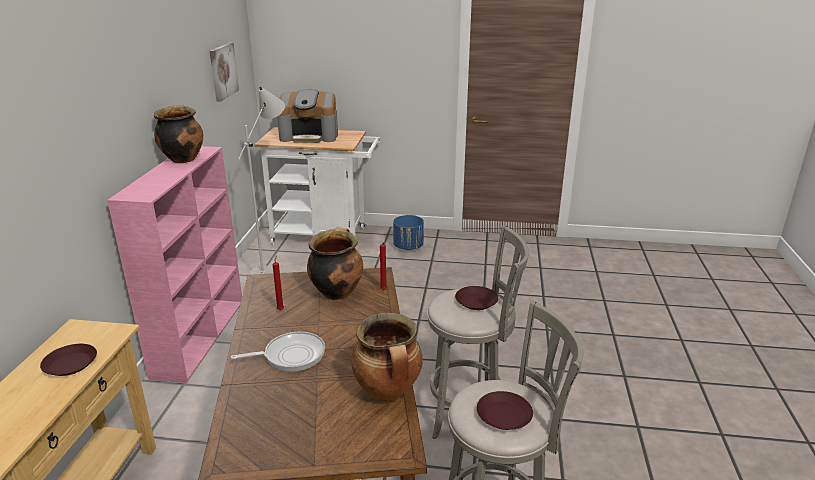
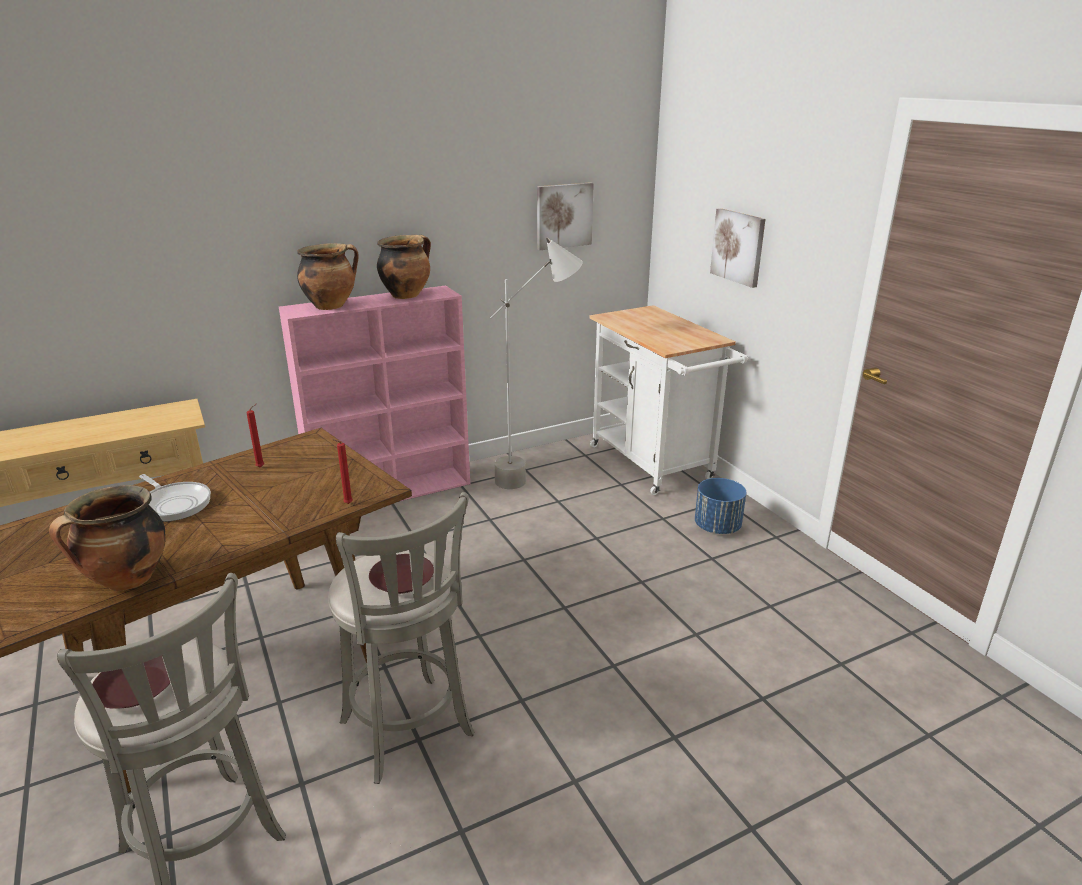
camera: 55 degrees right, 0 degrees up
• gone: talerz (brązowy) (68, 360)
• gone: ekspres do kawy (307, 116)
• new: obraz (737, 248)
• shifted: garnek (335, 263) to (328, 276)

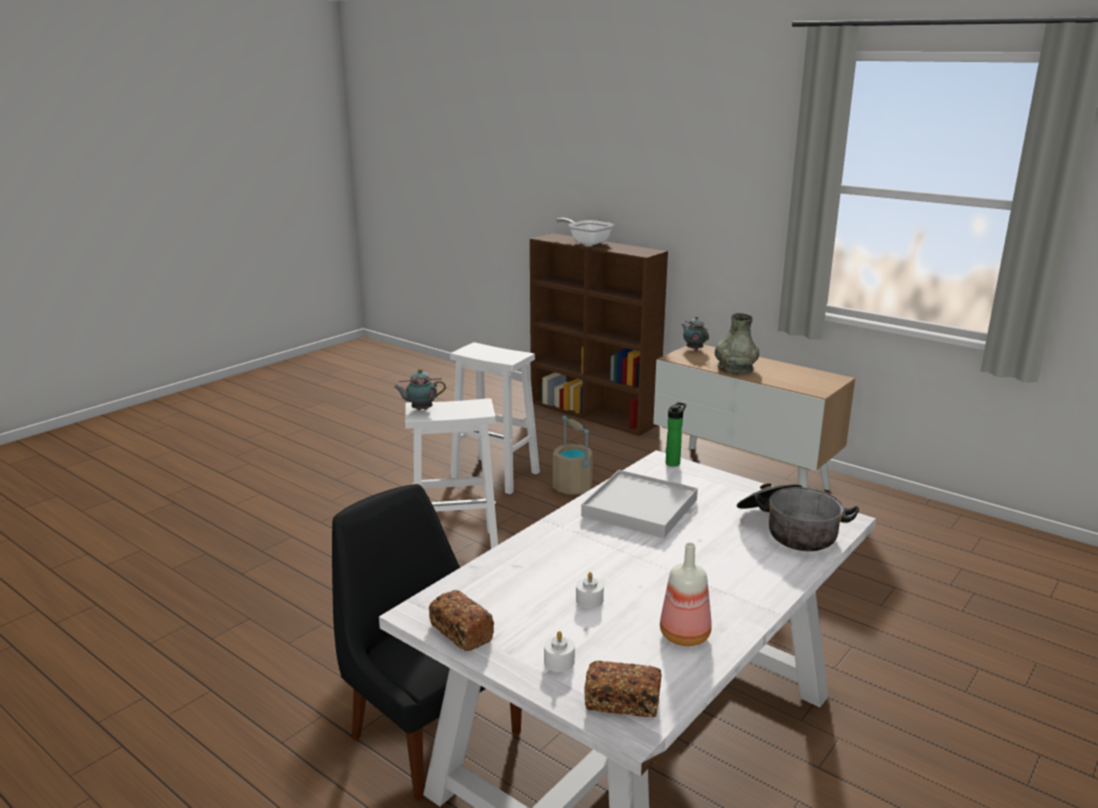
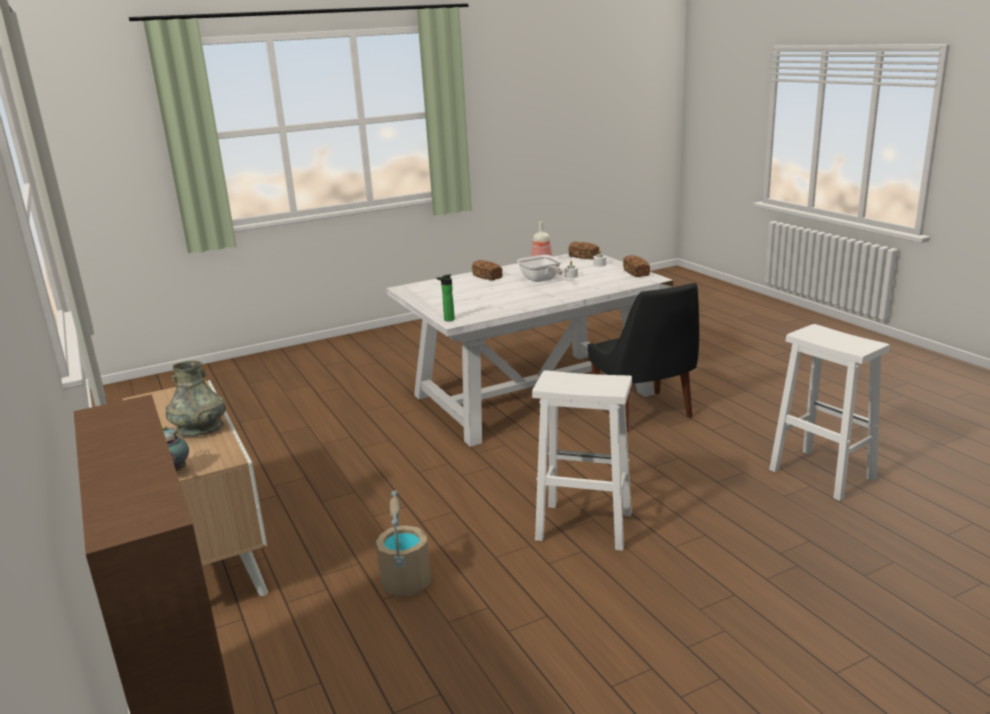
camera: 155 degrees left, 0 degrees up
• gone: imbryk (420, 389)
• gone: taca (biały) (639, 504)
• gone: garnek (797, 517)
• new: chleb (487, 270)
• shifted: stołek (biały) (495, 418) to (829, 412)
• shifted: patelnia (585, 231) to (540, 268)

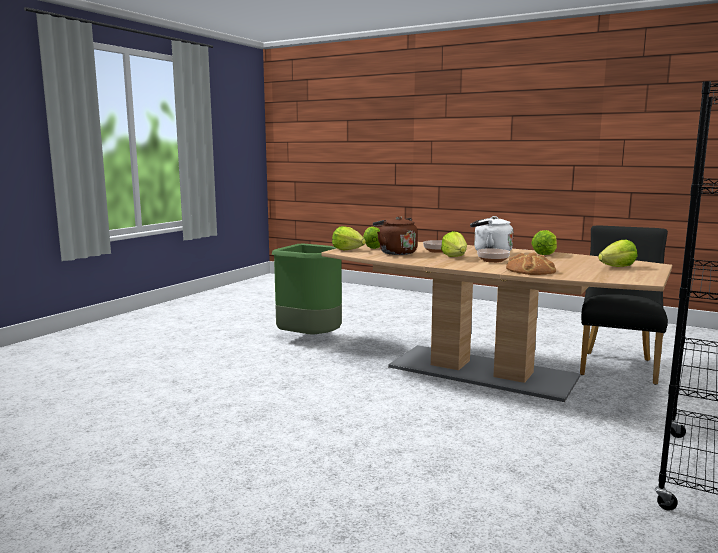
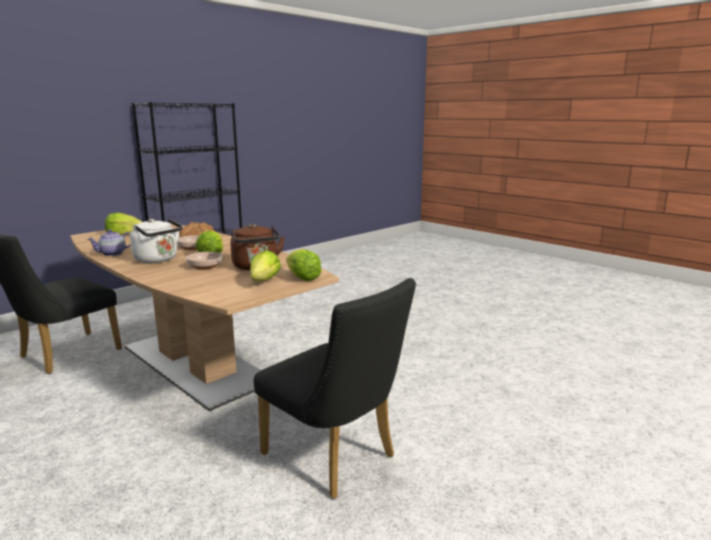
camera: 165 degrees left, 5 degrees up
• swapped: kosz na śmieci (zielony) (307, 288) to krzesło (czarny) (335, 388)
• swapped: sałata (544, 242) to imbryk (109, 242)

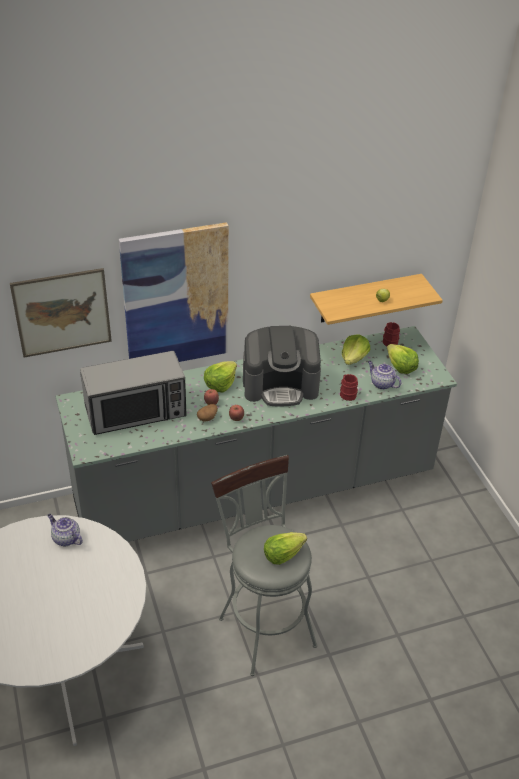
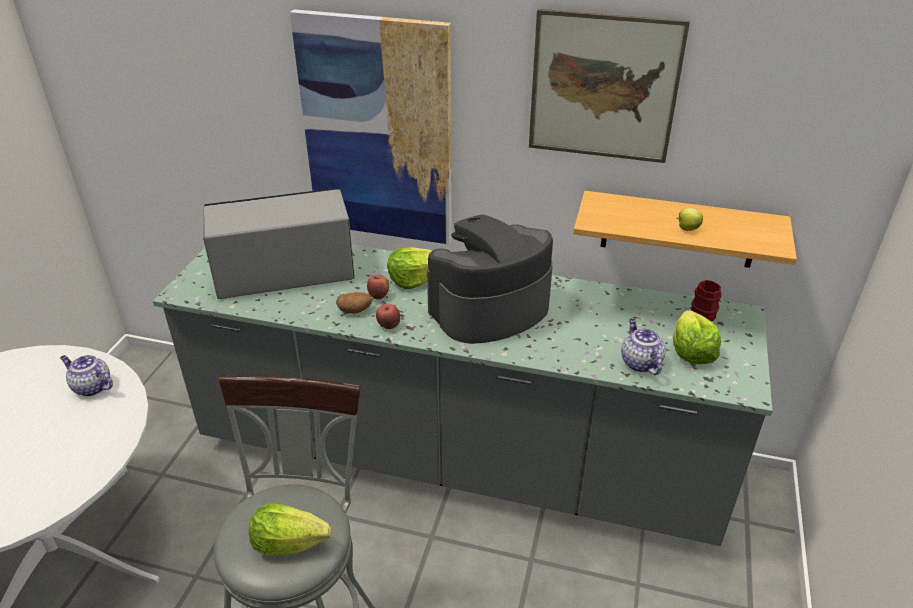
camera: 35 degrees right, 5 degrees down
• gone: kubek (czerwony) (349, 387)
• gone: sałata (356, 350)
• shifted: obraz (61, 312) to (609, 86)
• rotated: imbryk (64, 530) = (86, 376) 45 degrees counterclockwise
• rotated: mikrofalówka (133, 393) = (279, 243) 150 degrees clockwise
• rotated: ekspres do kawy (282, 366) = (490, 279) 120 degrees clockwise

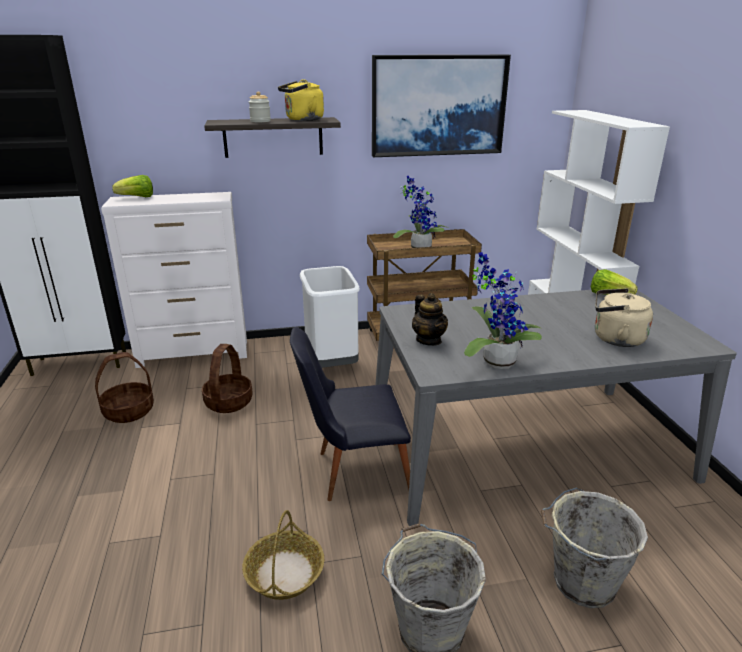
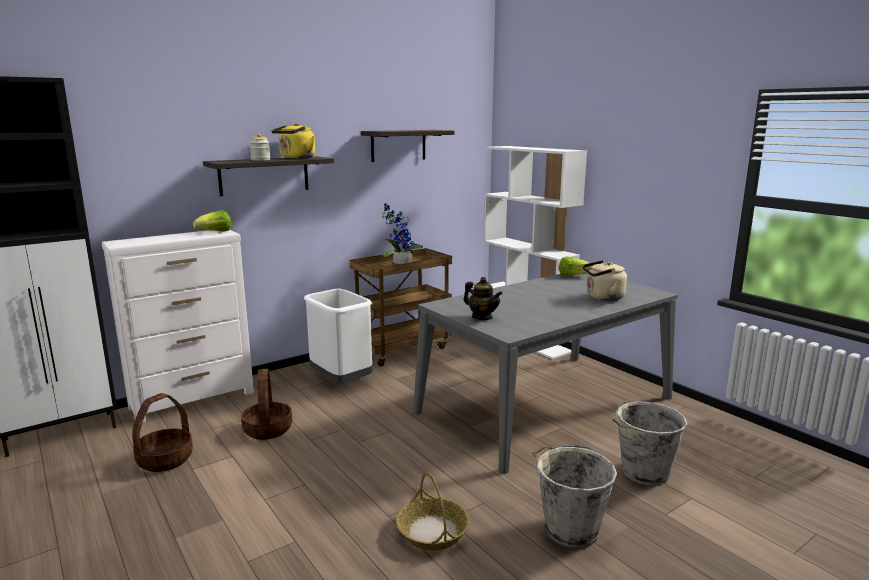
camera: 25 degrees left, 10 degrees down
• gone: krzesło (czarny) (350, 414)
• gone: roślina doniczkowa (503, 310)
• shifted: sałata (132, 186) to (212, 221)
• swapped: obraz (441, 106) to półka (407, 146)

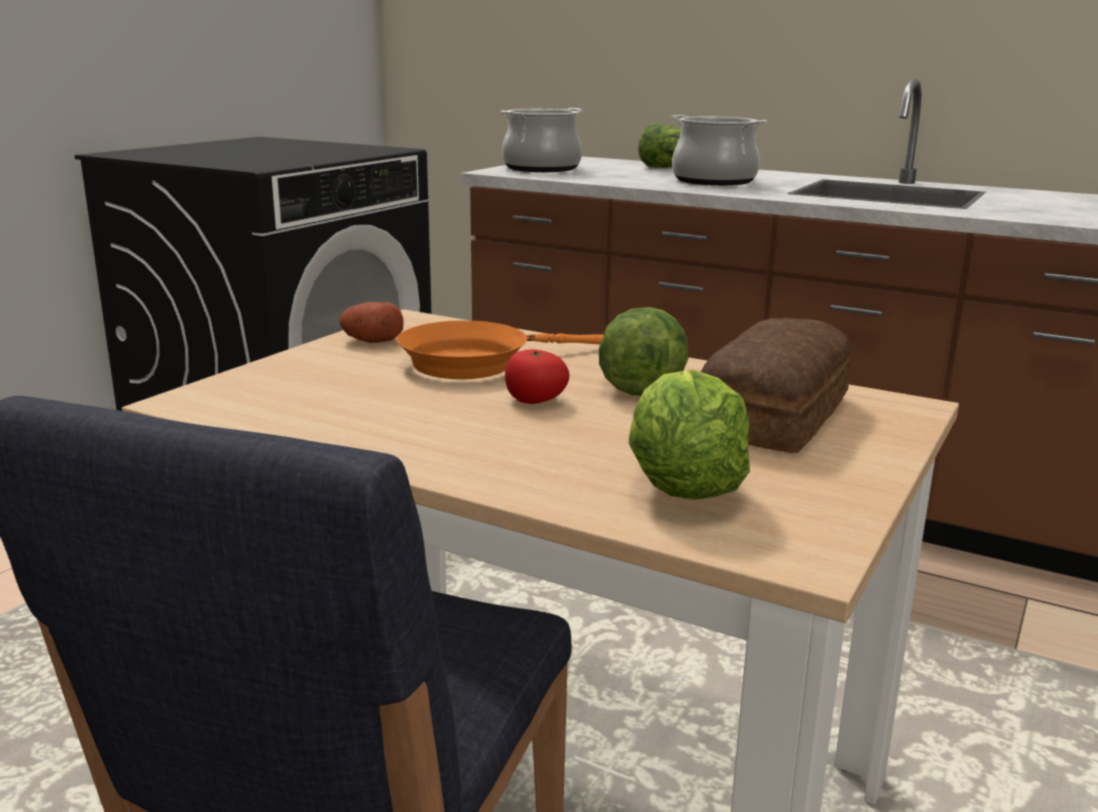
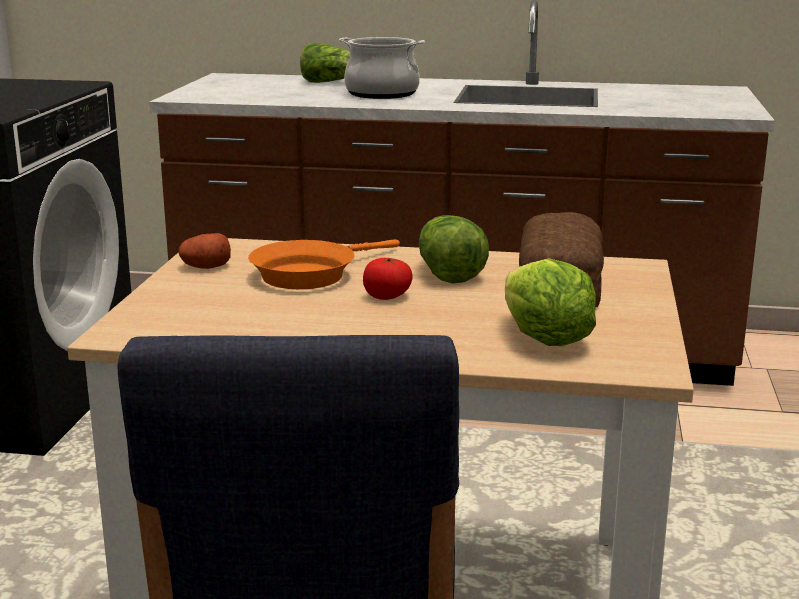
camera: 20 degrees left, 0 degrees up
• gone: garnek (542, 140)

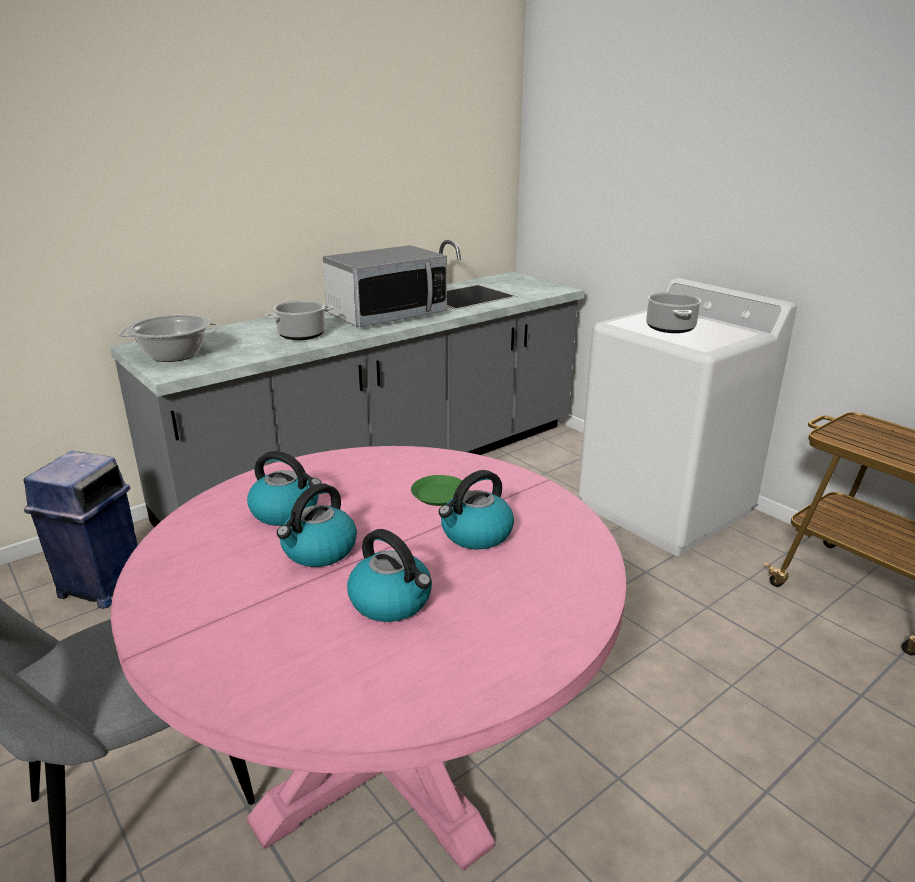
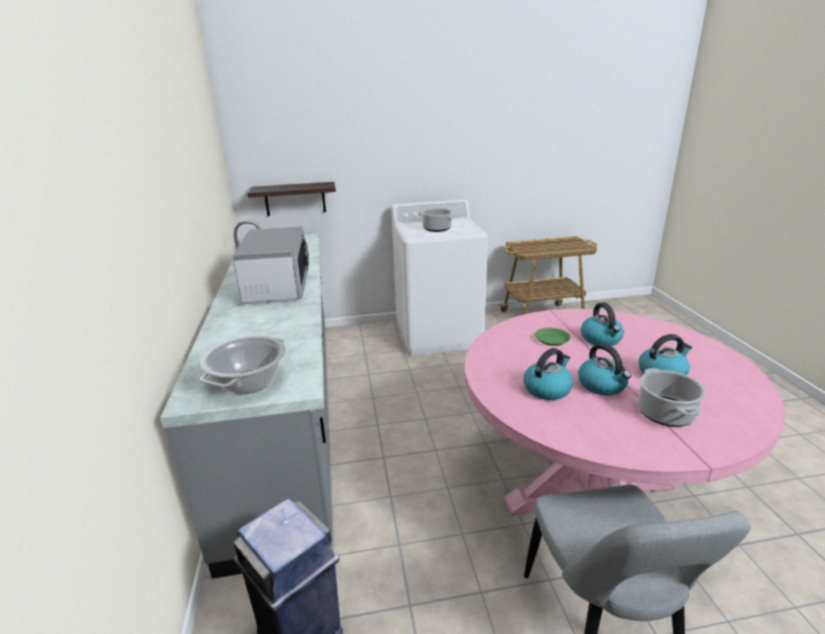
camera: 60 degrees left, 0 degrees up
• new: półka (292, 199)
• shifted: garnek (299, 320) to (671, 397)

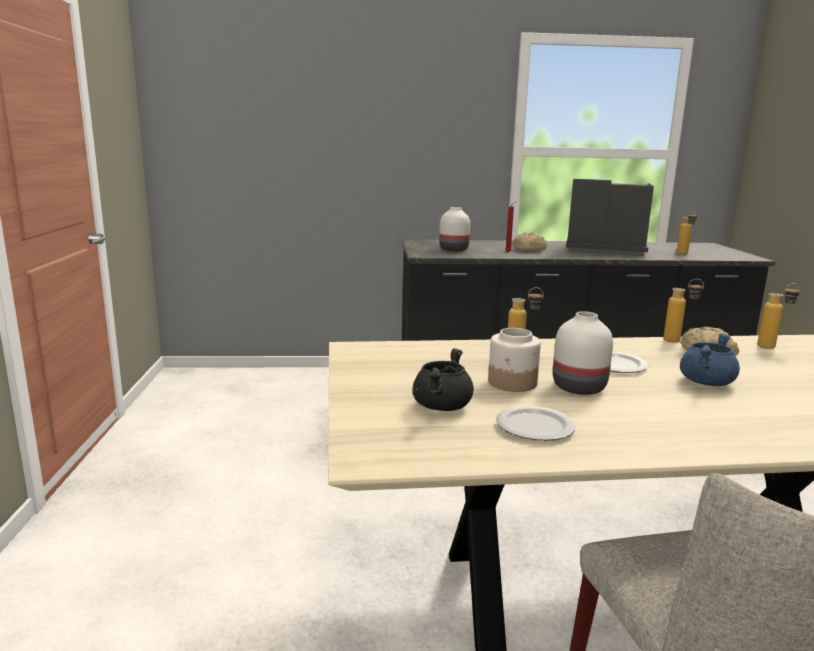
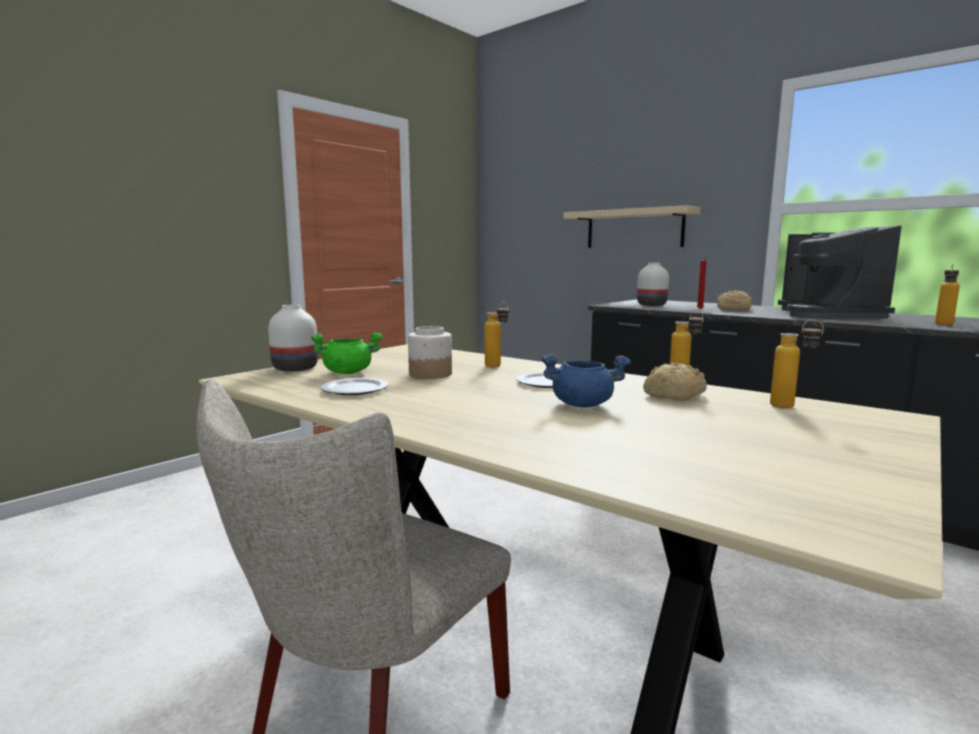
camera: 45 degrees right, 5 degrees down
• new: półka (beżowy) (631, 226)
• shifted: wazon (biały) (583, 353) to (293, 338)
• repainted: garnek (czarny) (443, 379) to garnek (zielony) (347, 353)
• rotated: ekspres do kawy (610, 217) = (839, 272) 150 degrees counterclockwise

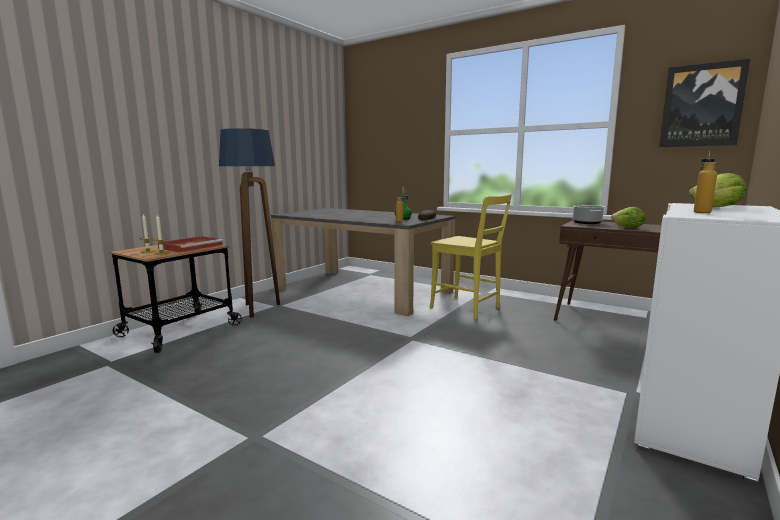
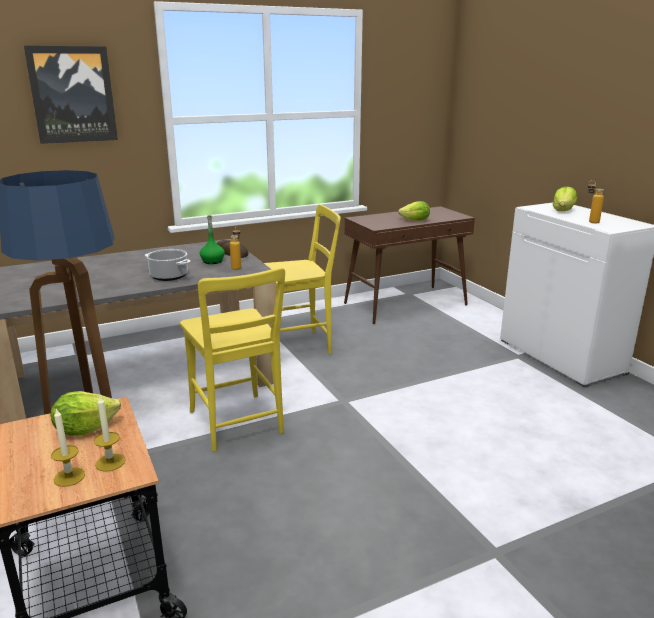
camera: 60 degrees left, 10 degrees up
• new: krzesło (żółty) (232, 359)
• shifted: garnek (588, 214) to (168, 265)
• shifted: obraz (704, 103) to (71, 95)
• swapped: taca (czerwony) (190, 244) to sałata (86, 413)

